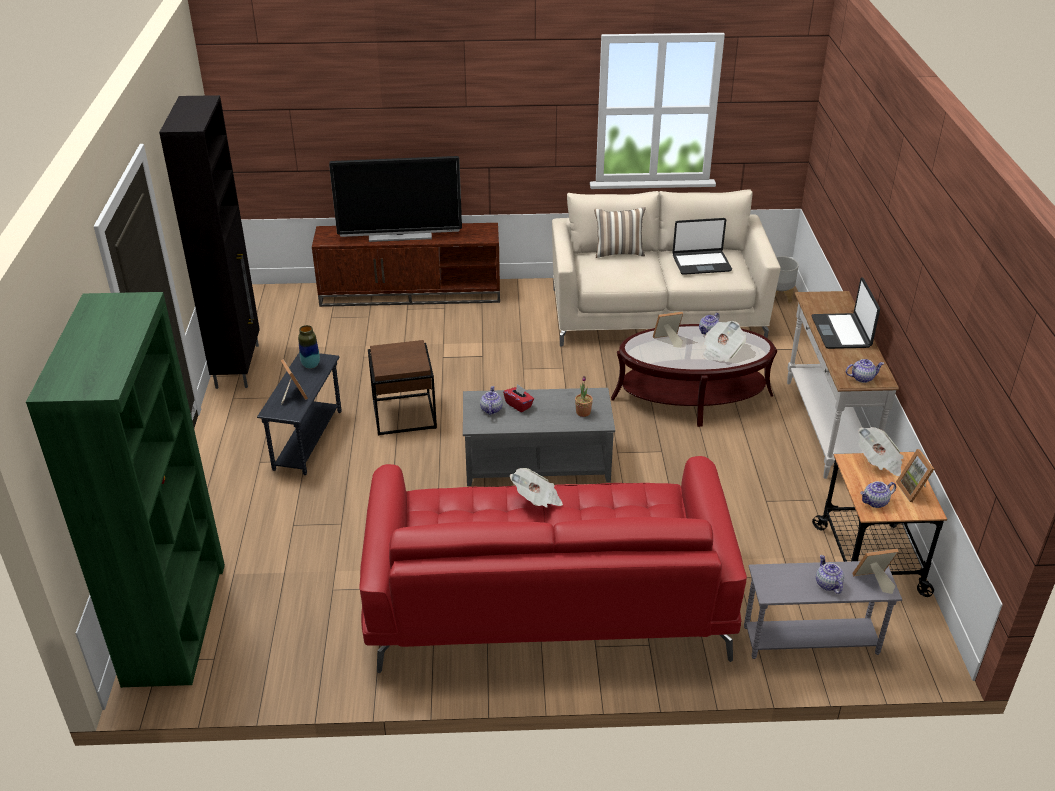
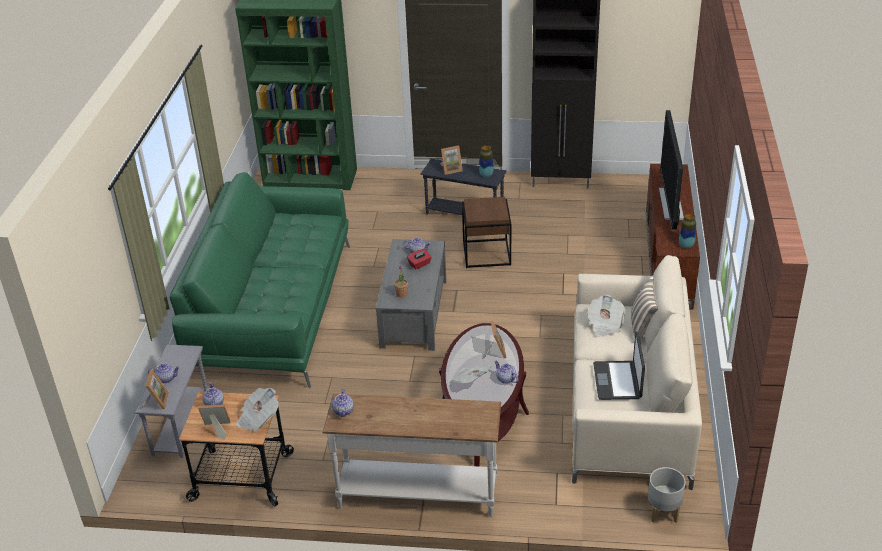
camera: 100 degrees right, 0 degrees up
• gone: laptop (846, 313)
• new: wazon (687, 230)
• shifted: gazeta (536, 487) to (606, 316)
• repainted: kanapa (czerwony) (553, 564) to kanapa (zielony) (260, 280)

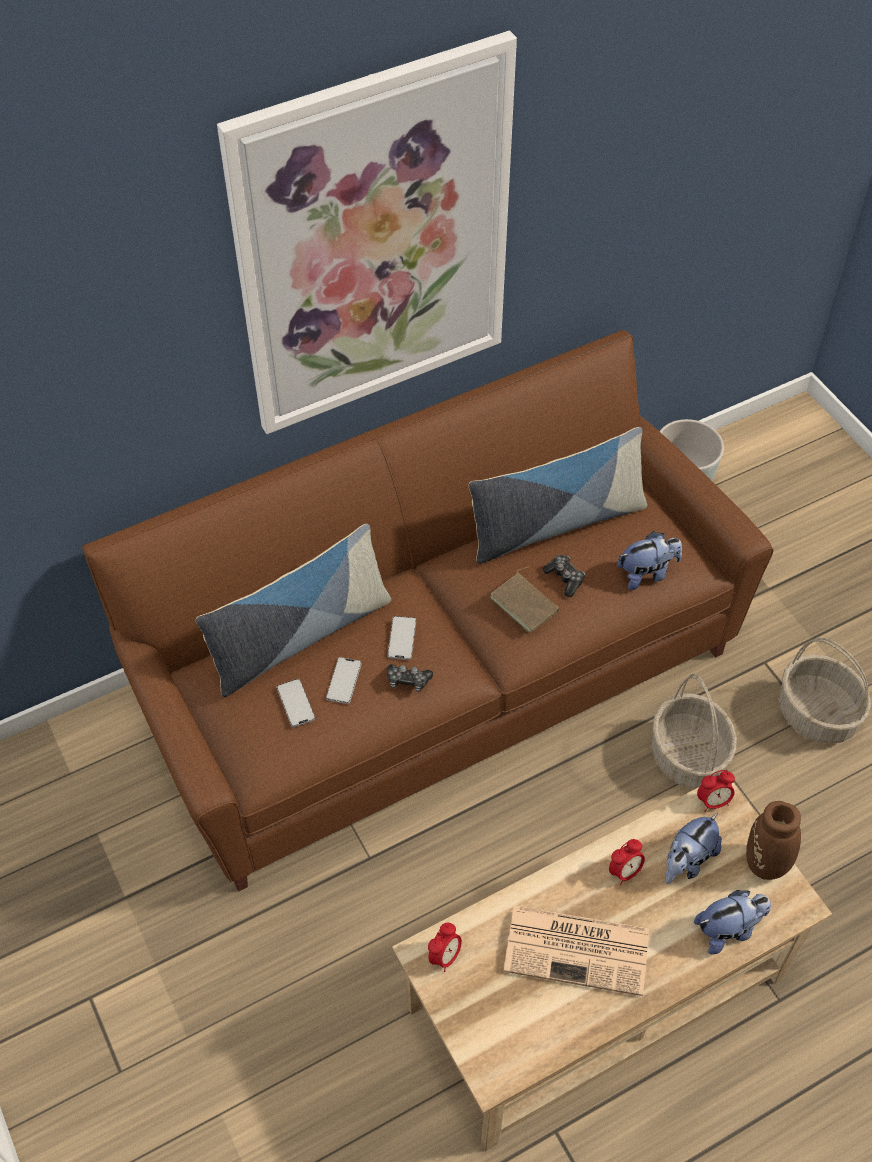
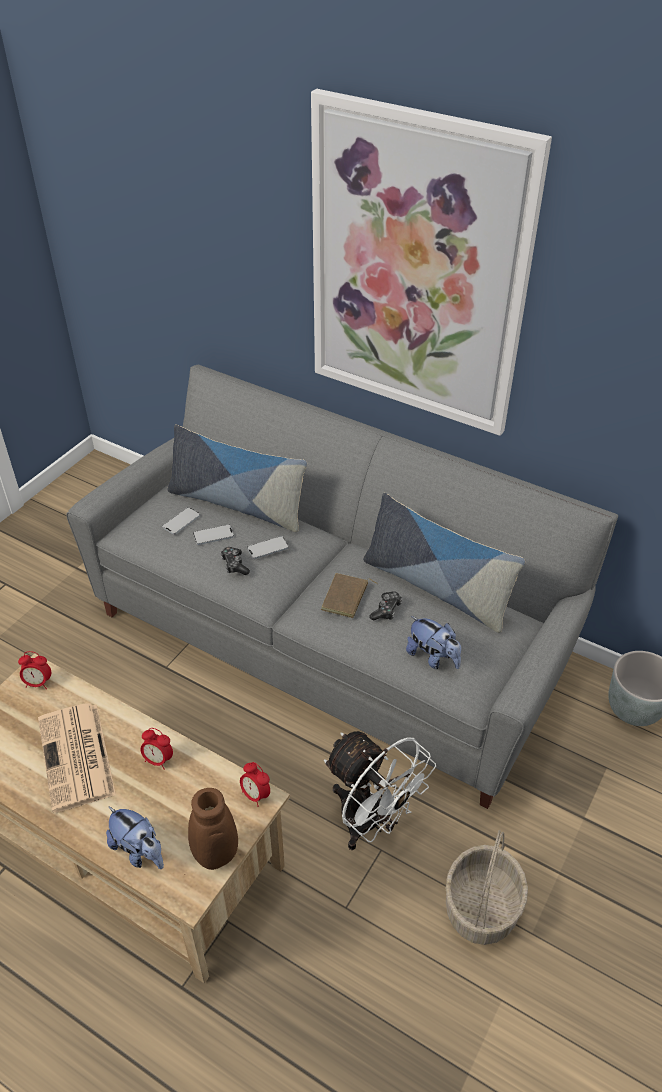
camera: 60 degrees right, 10 degrees down
• gone: pluszak (693, 848)
• swapped: koszyk (694, 731) to wentylator (biały) (380, 790)
• repainted: kanapa (brązowy) (427, 610) to kanapa (szary) (342, 587)

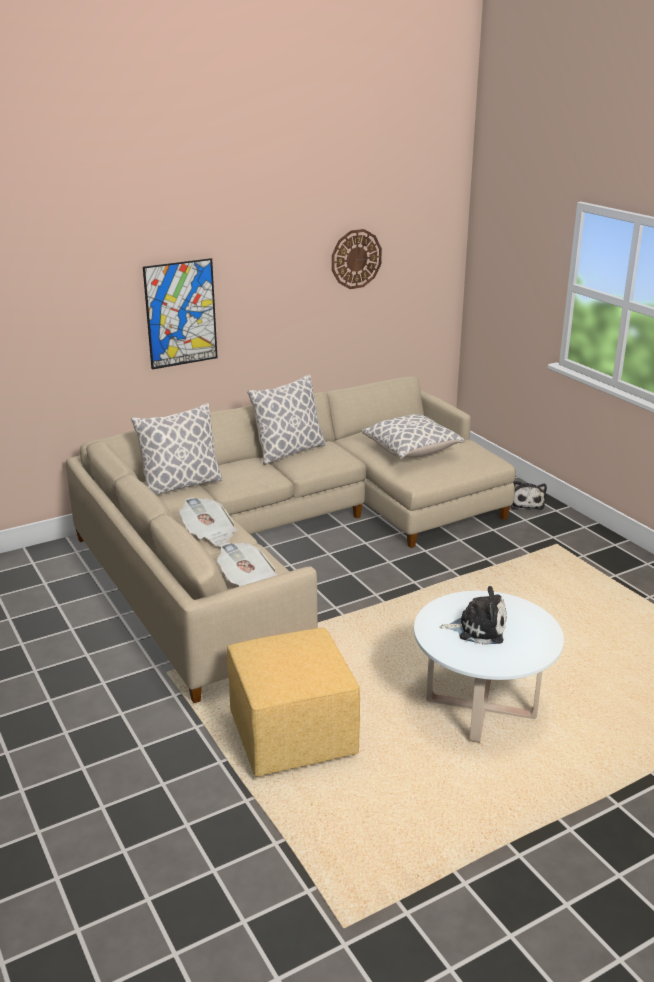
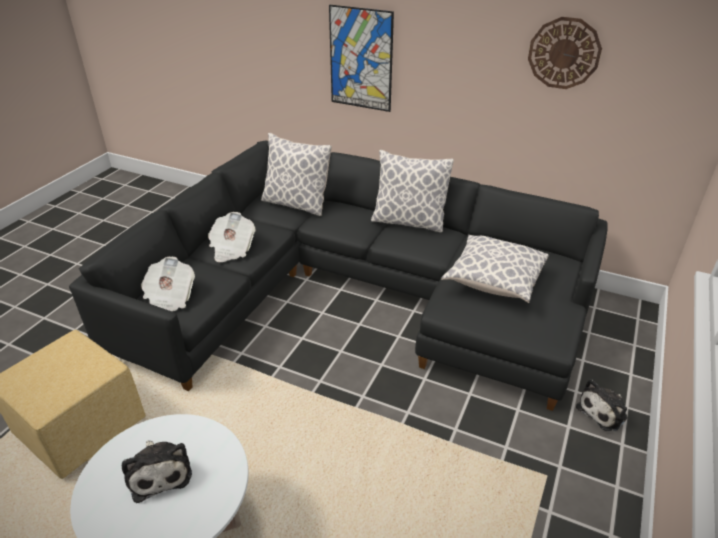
camera: 55 degrees right, 10 degrees up
• repainted: kanapa (beżowy) (291, 539) to kanapa (czarny) (338, 276)

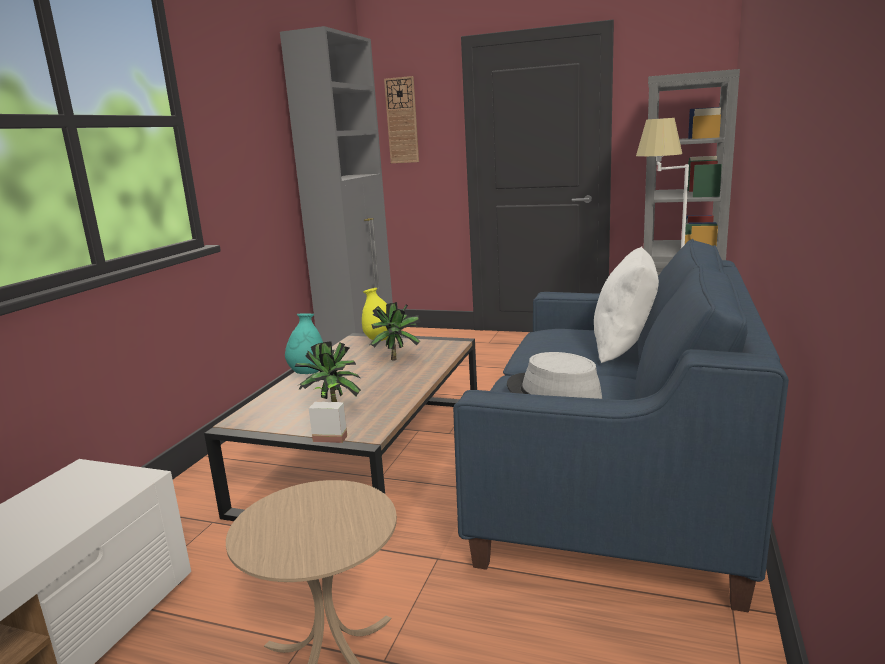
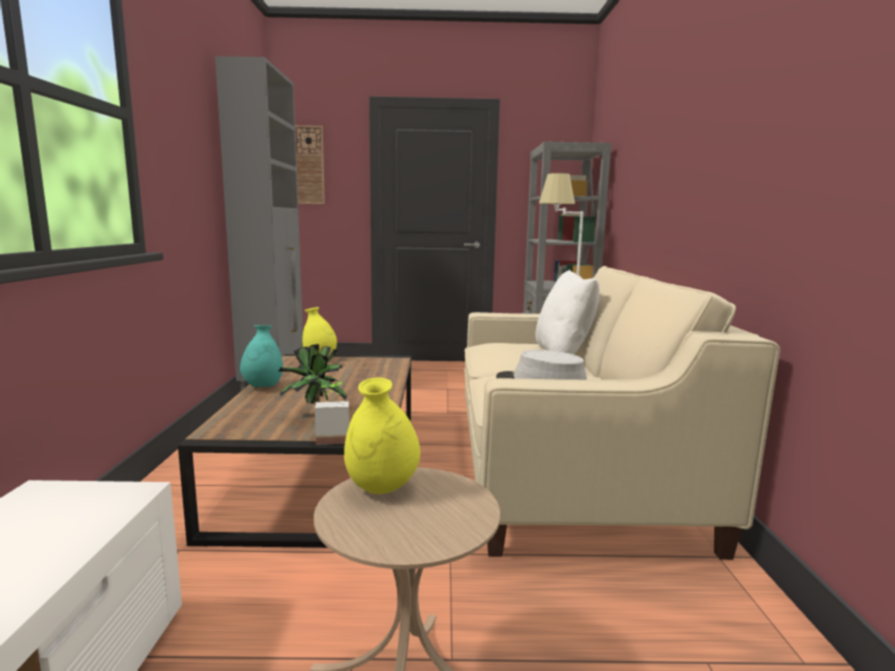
camera: 20 degrees left, 5 degrees down
• gone: roślina doniczkowa (395, 331)
• new: wazon (żółty) (382, 435)
• repainted: kanapa (niebieski) (621, 426) to kanapa (beżowy) (622, 413)

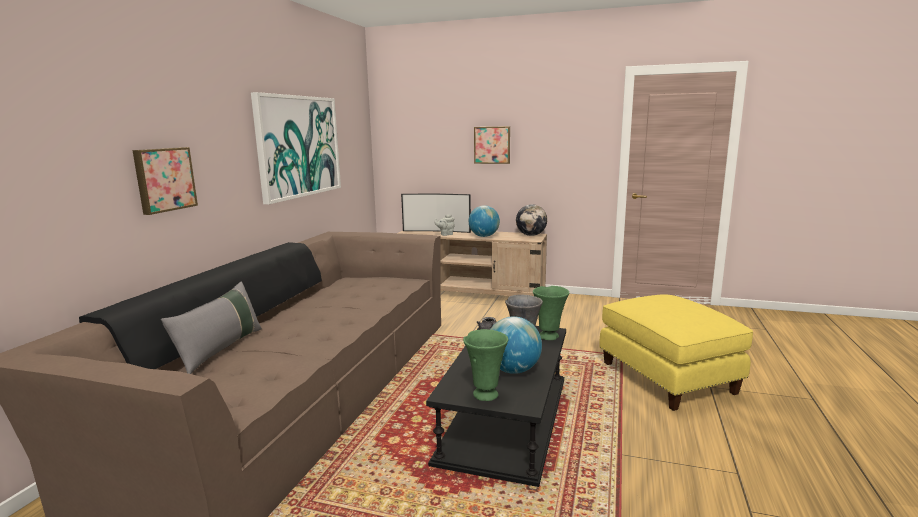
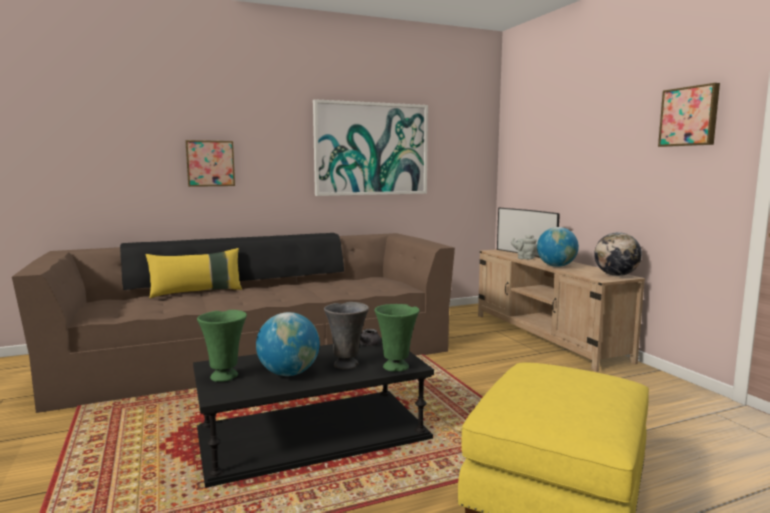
camera: 50 degrees right, 5 degrees down
• shifted: obraz (492, 145) to (689, 115)
• repainted: poduszka (szary) (211, 328) to poduszka (żółty) (193, 273)

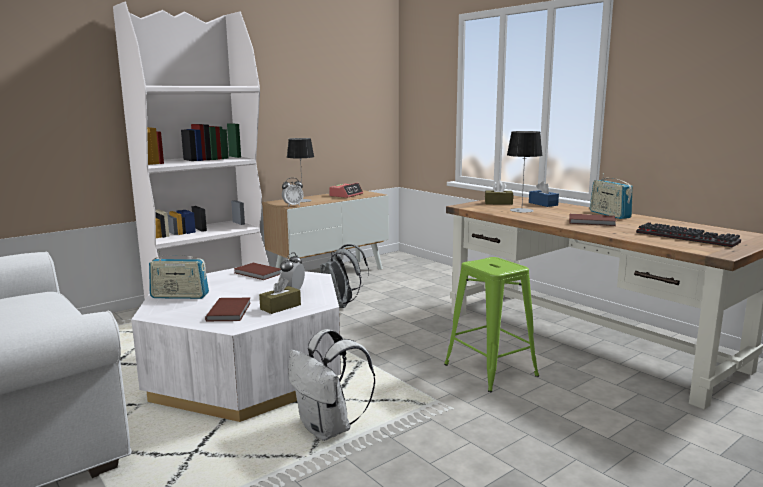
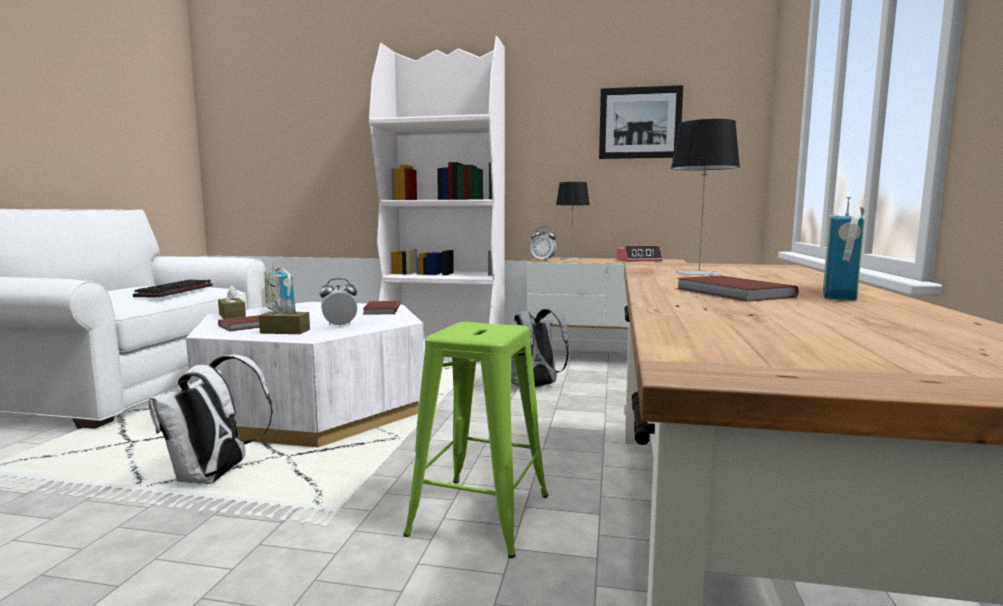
camera: 50 degrees right, 5 degrees down
• gone: pudełko chusteczek (niebieski) (544, 194)
• new: obraz (641, 122)
• shifted: pudełko chusteczek (brązowy) (499, 192) to (232, 302)
• shifted: klawiatura (688, 234) to (173, 289)

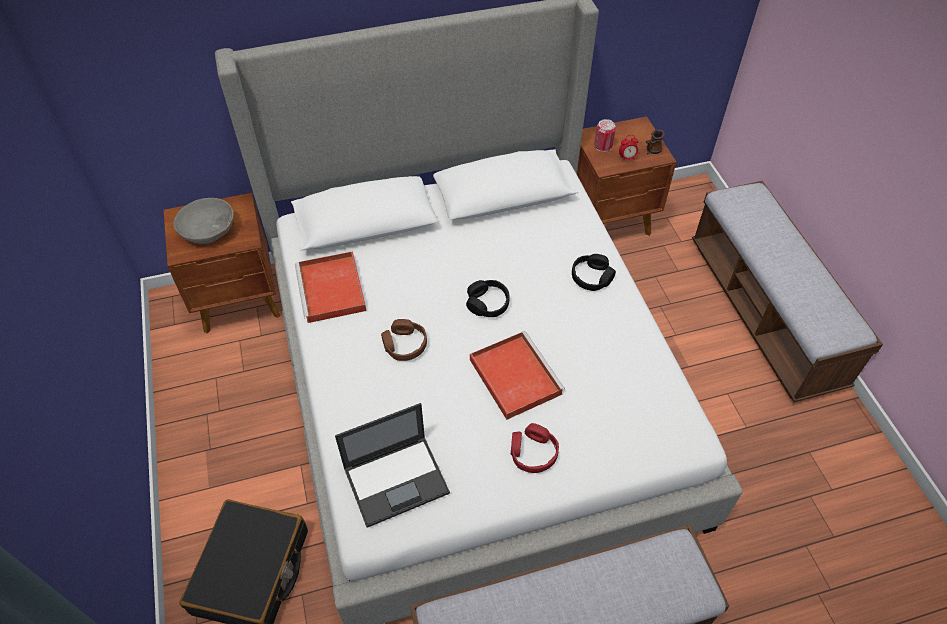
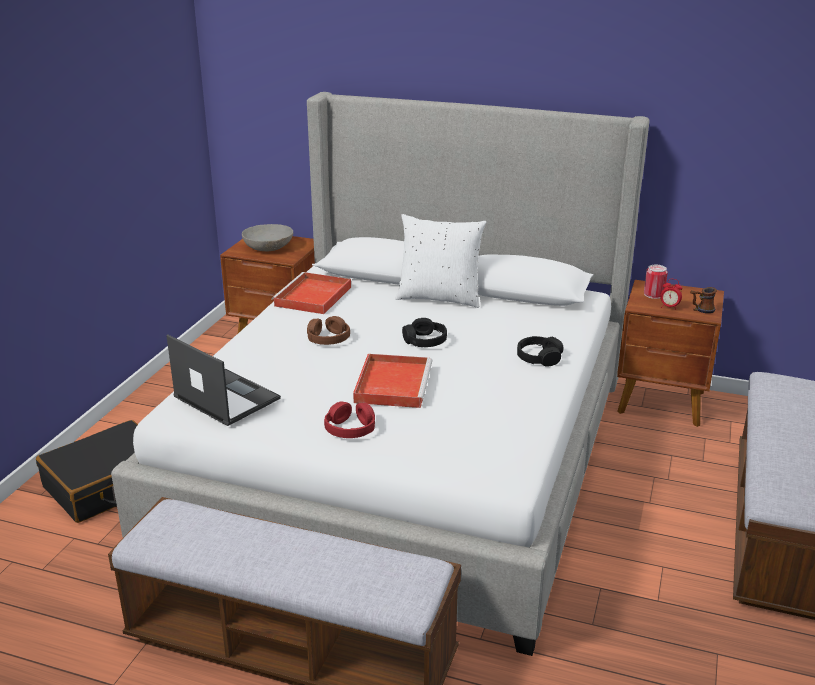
camera: 35 degrees right, 25 degrees down
• new: poduszka (biały) (440, 261)
• rotated: laptop (392, 465) = (223, 380) 150 degrees counterclockwise

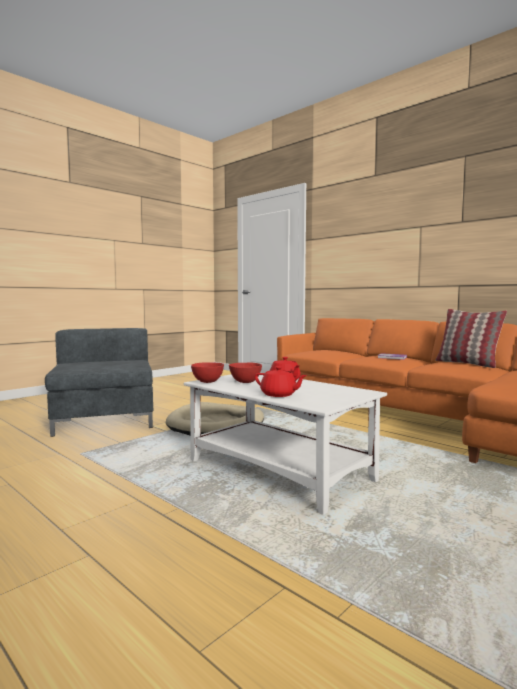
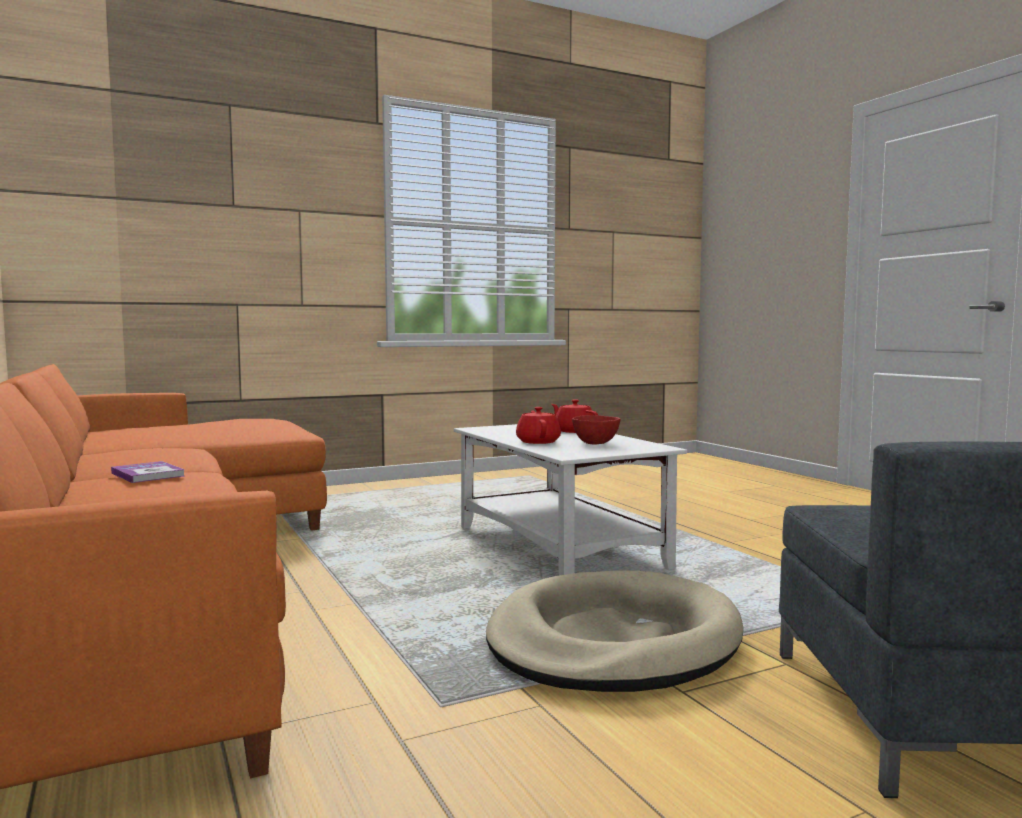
camera: 160 degrees left, 0 degrees up
• gone: miska (czerwony) (207, 372)
• gone: poduszka (471, 338)

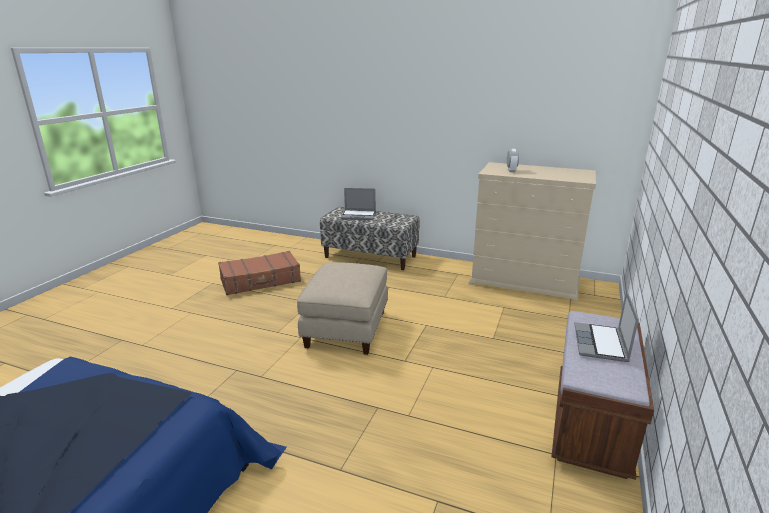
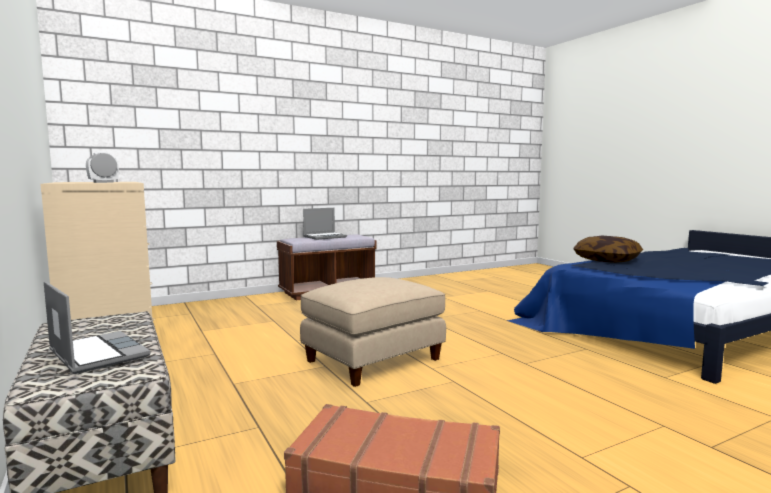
camera: 140 degrees left, 15 degrees down
• new: poduszka (608, 249)

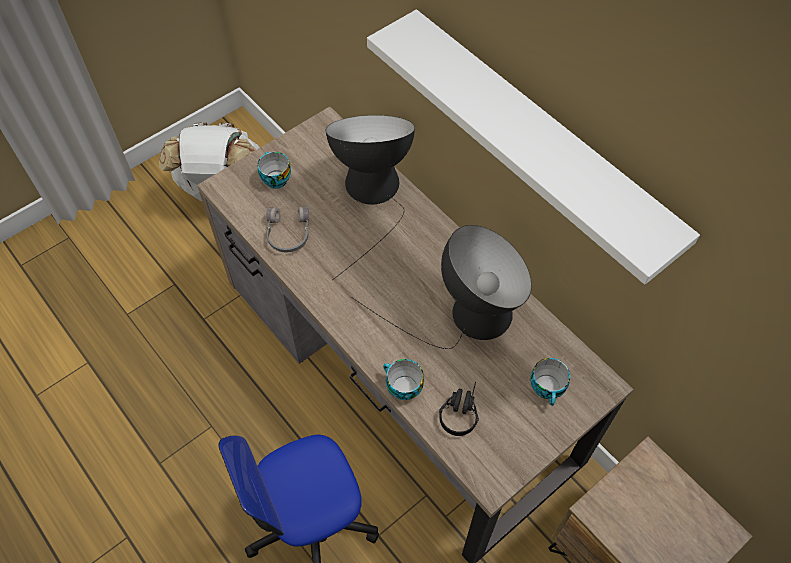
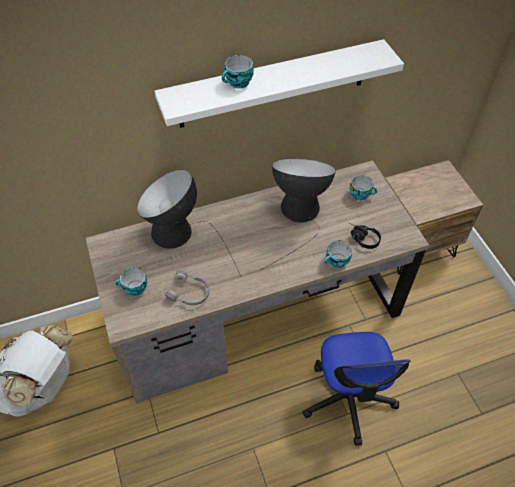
camera: 70 degrees left, 5 degrees down
• new: filiżanka (238, 72)

